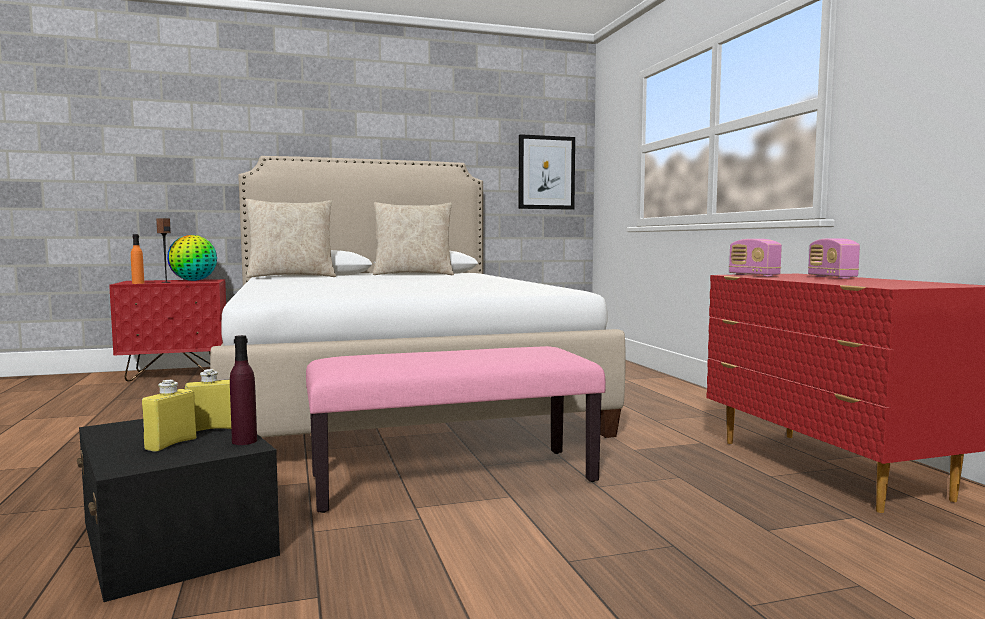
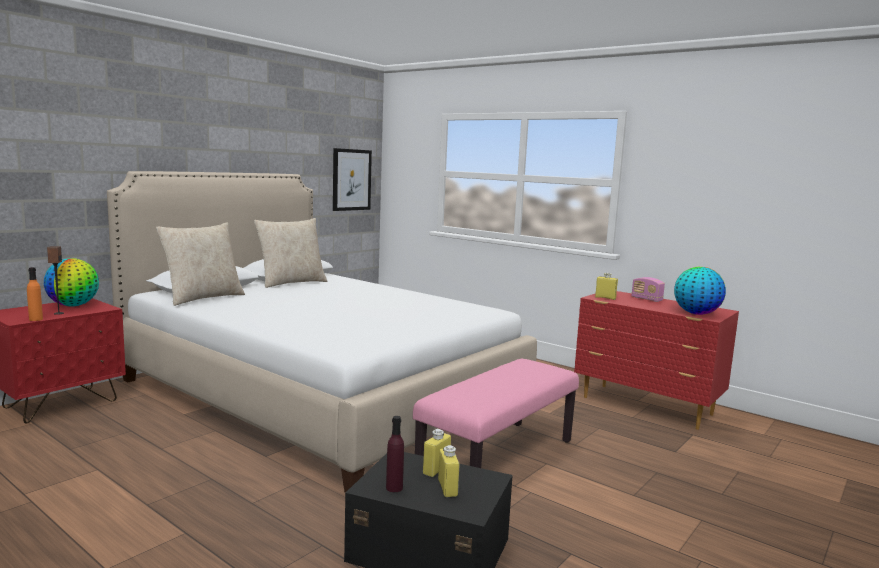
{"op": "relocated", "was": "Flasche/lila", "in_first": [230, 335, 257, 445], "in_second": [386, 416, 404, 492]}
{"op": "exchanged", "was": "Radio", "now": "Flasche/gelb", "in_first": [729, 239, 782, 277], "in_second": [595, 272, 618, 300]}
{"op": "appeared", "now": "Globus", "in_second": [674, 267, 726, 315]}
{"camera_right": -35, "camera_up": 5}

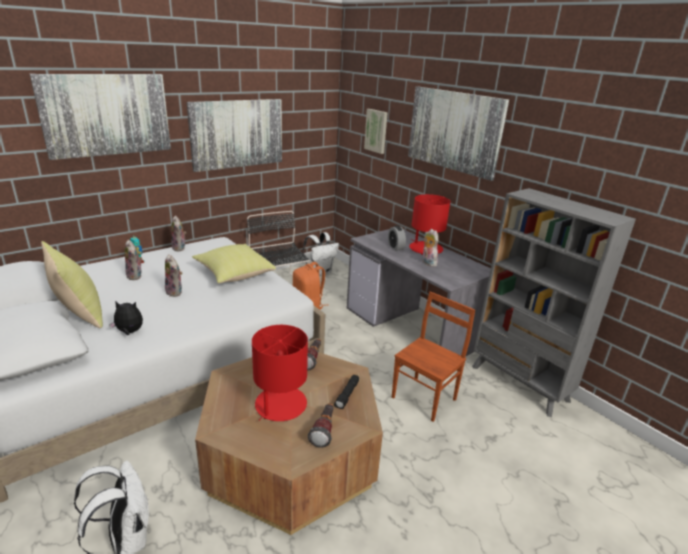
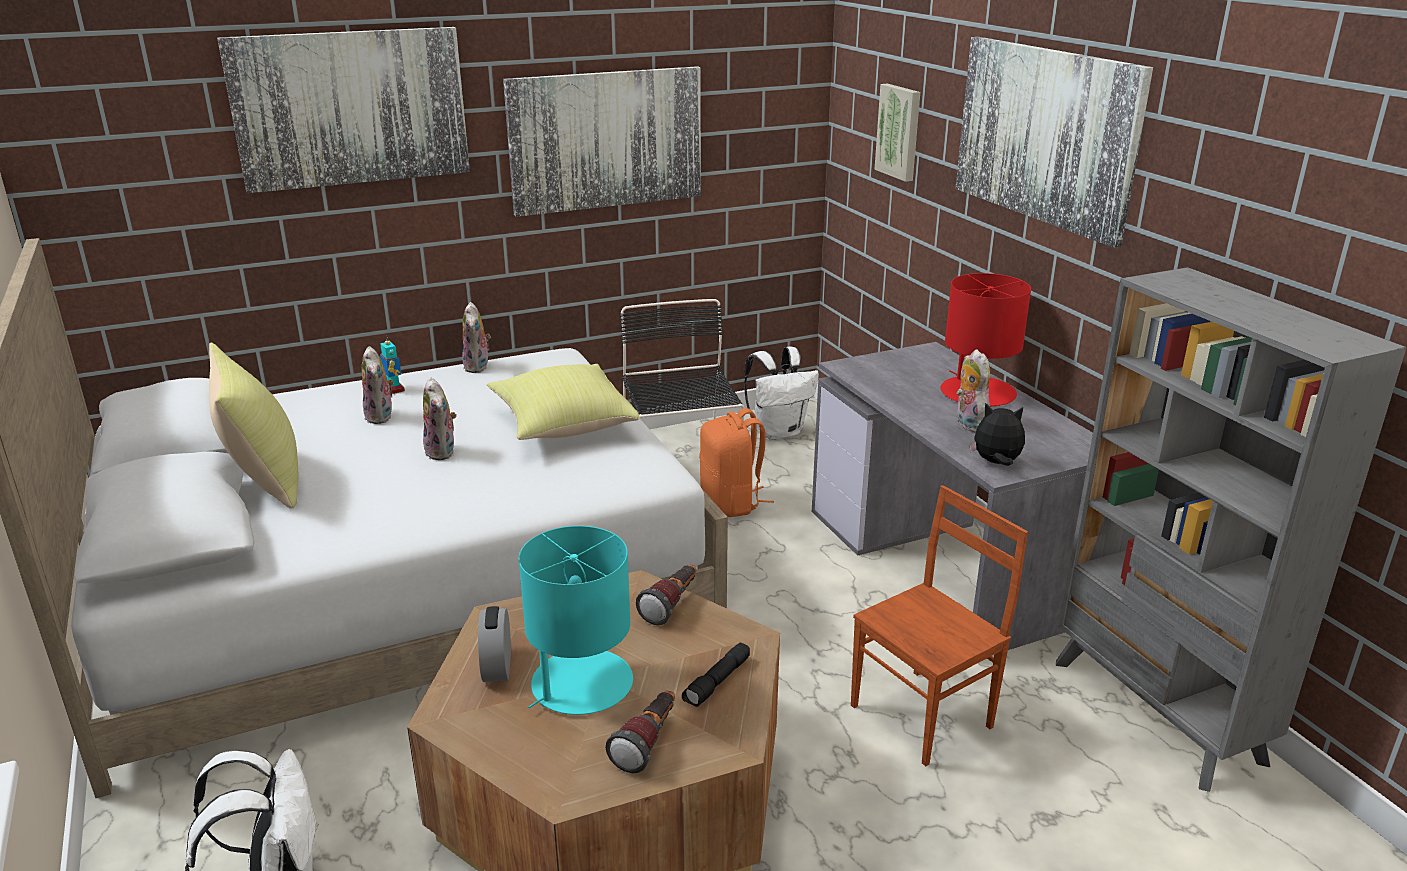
{"op": "relocated", "was": "Plüschtier", "in_first": [109, 301, 143, 335], "in_second": [970, 403, 1025, 466]}
{"op": "colour", "was": "Tischlampe/rot", "now": "Tischlampe/türkis", "in_first": [252, 325, 308, 421], "in_second": [519, 526, 633, 715]}
{"op": "relocated", "was": "Wecker", "in_first": [388, 225, 406, 251], "in_second": [478, 606, 511, 682]}
{"camera_right": 15, "camera_up": 0}

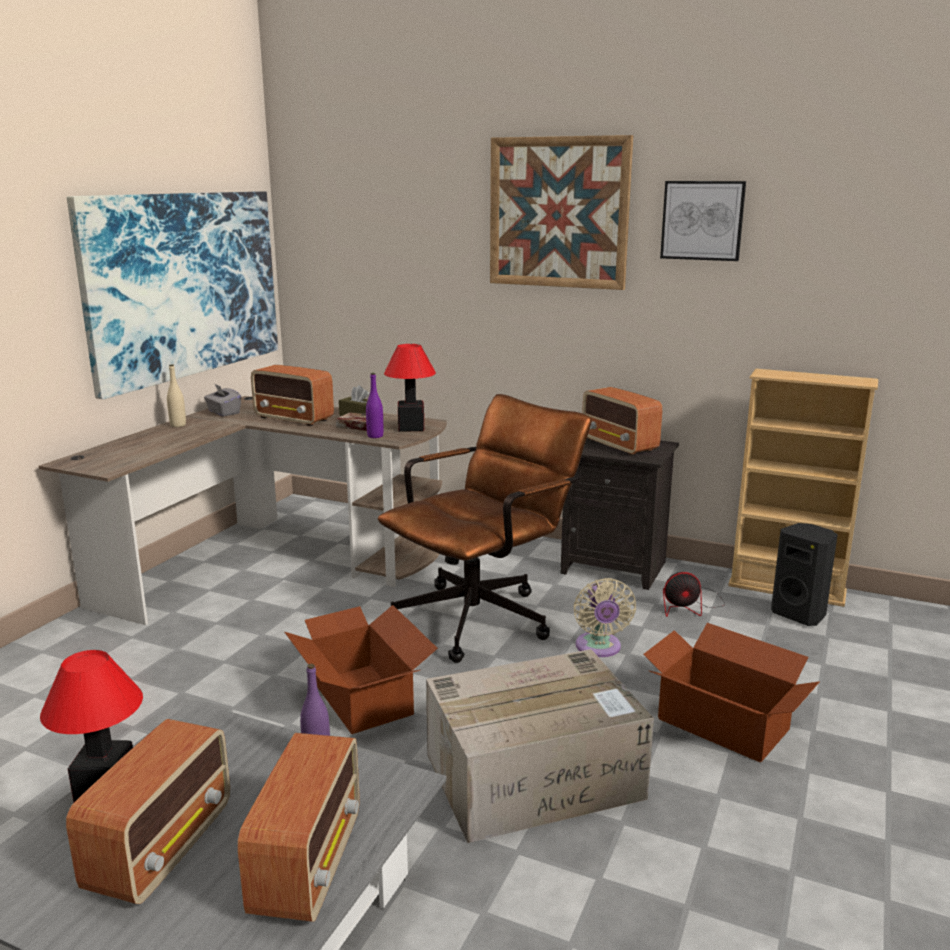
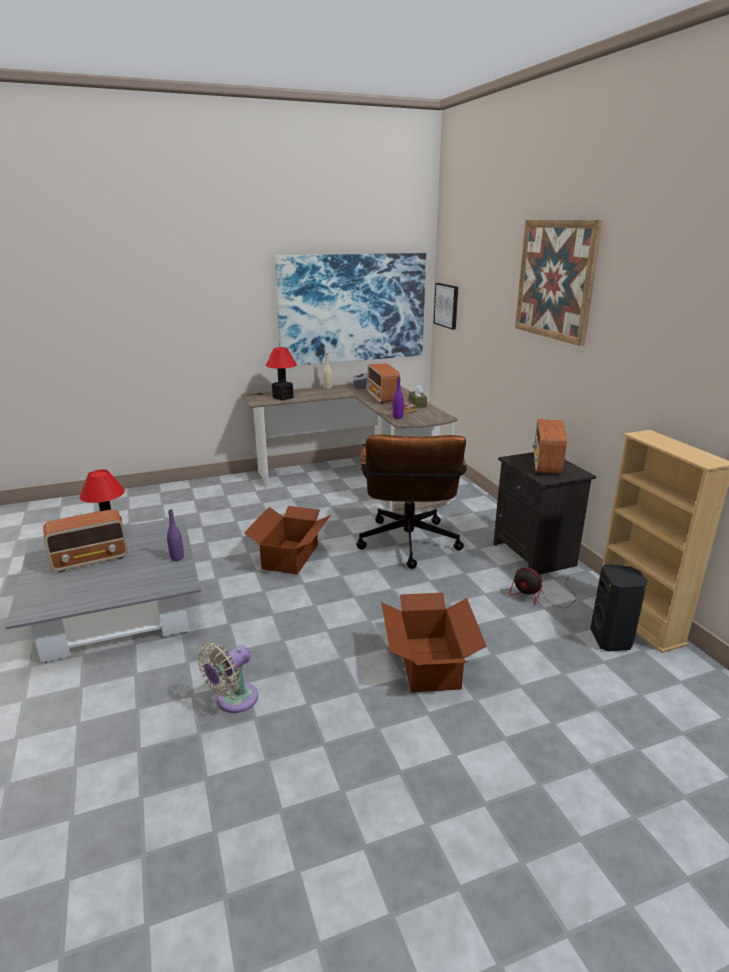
{"op": "missing", "was": "Radio", "in_first": [238, 733, 359, 922]}
{"op": "spun", "was": "Bürostuhl/braun", "in_first": [378, 394, 591, 663], "in_second": [356, 434, 467, 569], "clockwise": 90}
{"op": "relocated", "was": "Tischlampe", "in_first": [384, 344, 436, 432], "in_second": [266, 347, 297, 401]}
{"op": "missing", "was": "Karton", "in_first": [426, 649, 654, 843]}
{"op": "relocated", "was": "Ventilator/beige", "in_first": [574, 578, 636, 657], "in_second": [198, 643, 258, 713]}
{"op": "relocated", "was": "Bild", "in_first": [660, 181, 746, 261], "in_second": [434, 283, 458, 330]}
{"camera_right": 45, "camera_up": 5}

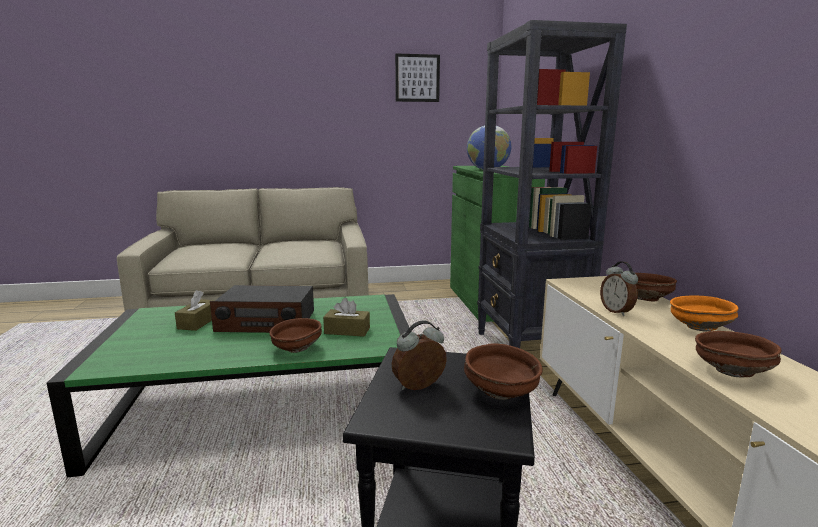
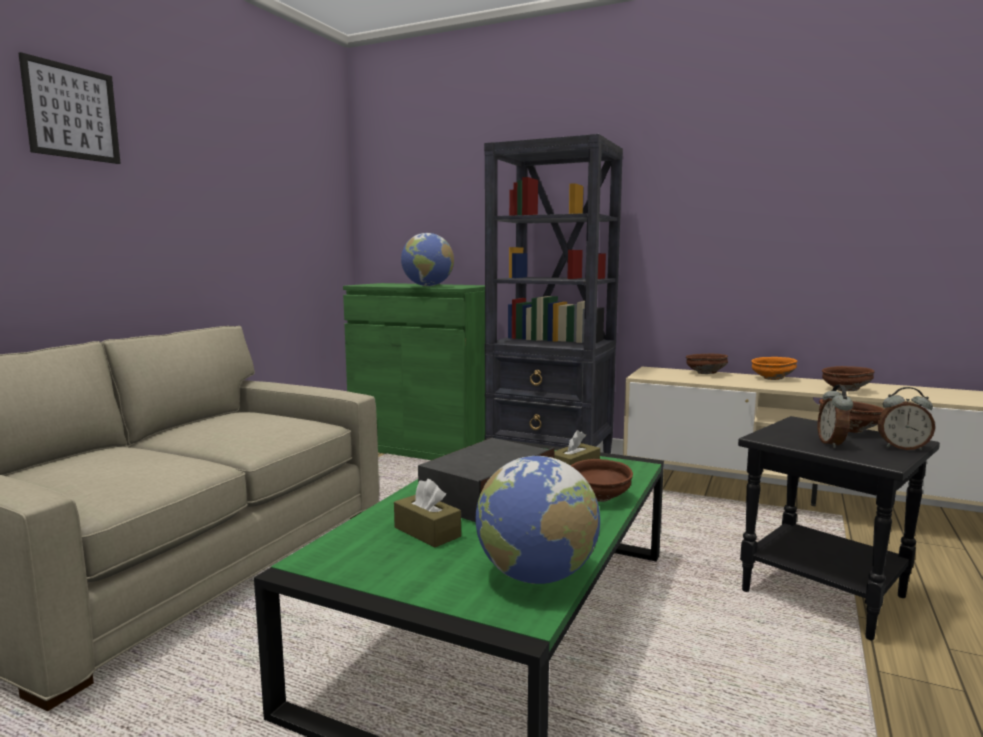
{"op": "relocated", "was": "Bild", "in_first": [395, 53, 440, 102], "in_second": [18, 52, 121, 164]}
{"op": "relocated", "was": "Wecker", "in_first": [600, 261, 638, 316], "in_second": [877, 387, 935, 451]}
{"op": "appeared", "now": "Globus", "in_second": [476, 456, 600, 584]}
{"camera_right": -55, "camera_up": -5}

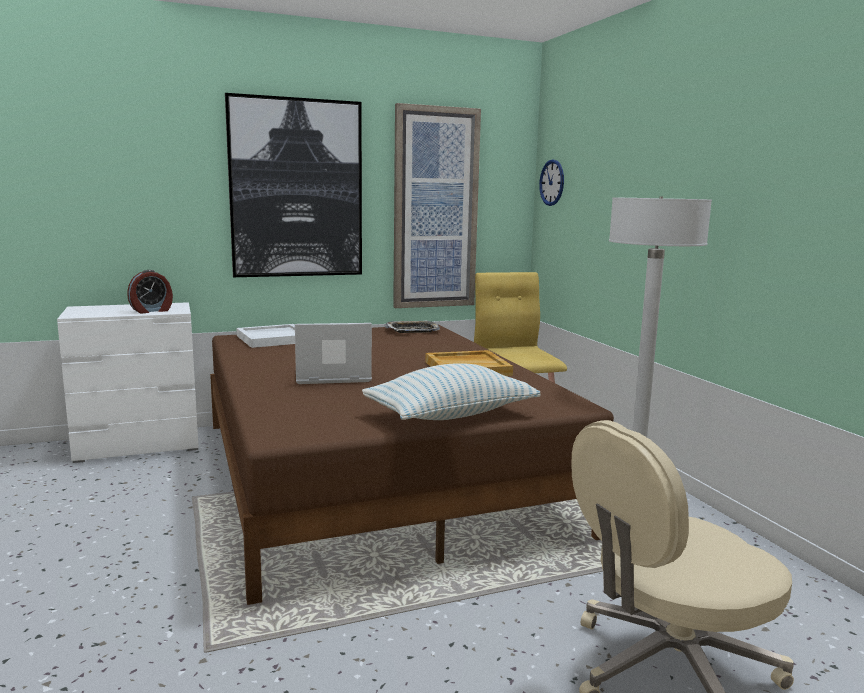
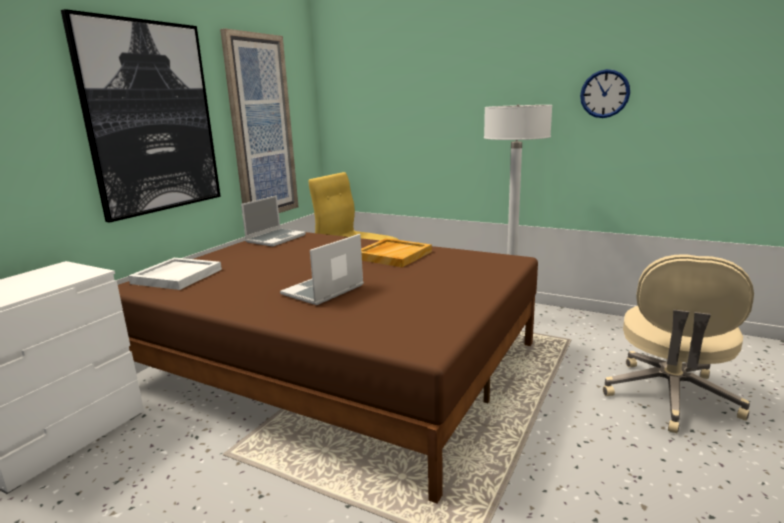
{"op": "missing", "was": "Wecker", "in_first": [127, 270, 173, 313]}
{"op": "missing", "was": "Kissen", "in_first": [362, 363, 541, 420]}
{"op": "exchanged", "was": "Tablett", "now": "Laptop", "in_first": [384, 320, 440, 333], "in_second": [241, 195, 306, 246]}
{"op": "relocated", "was": "Wanduhr", "in_first": [539, 159, 564, 206], "in_second": [580, 69, 630, 118]}
{"camera_right": -40, "camera_up": 5}

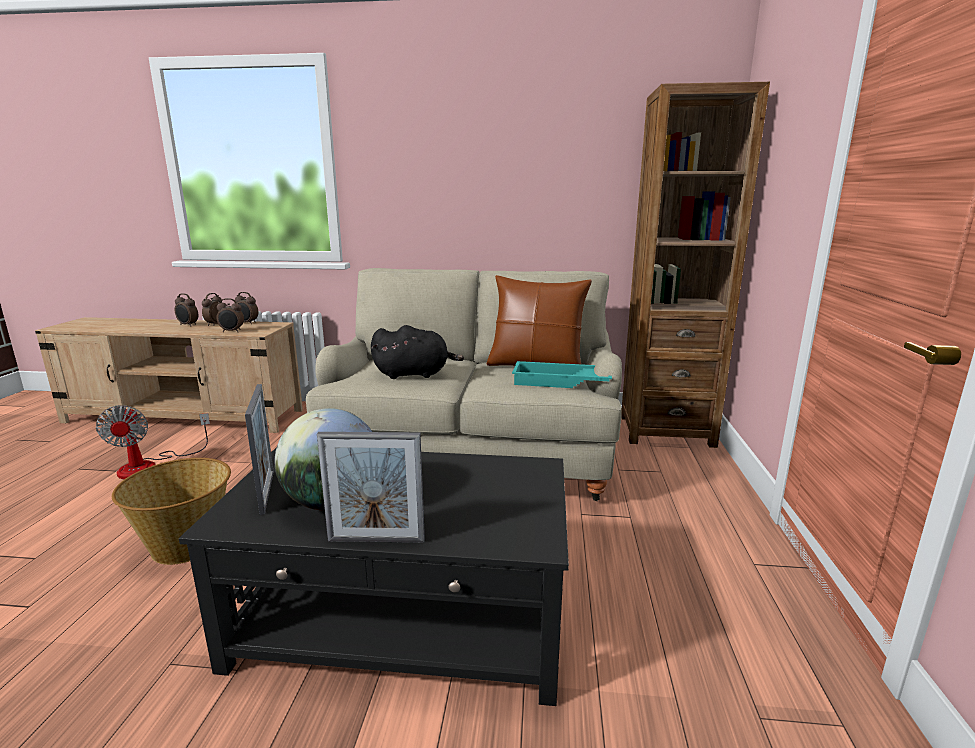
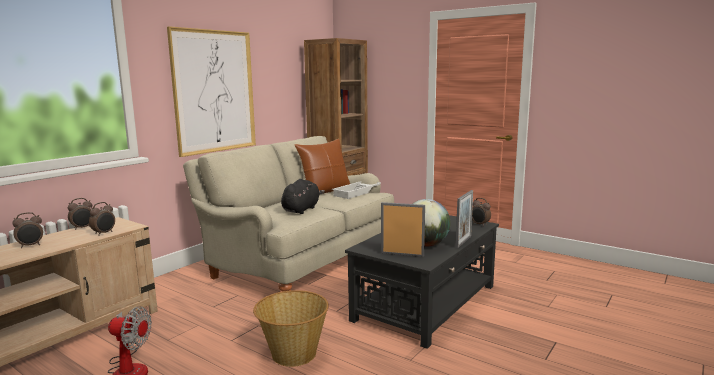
{"op": "relocated", "was": "Wecker", "in_first": [202, 293, 222, 326], "in_second": [472, 198, 491, 227]}
{"op": "colour", "was": "Tablett/türkis", "now": "Tablett/weiß", "in_first": [512, 361, 612, 388], "in_second": [332, 182, 381, 199]}
{"op": "appeared", "now": "Bild", "in_second": [167, 26, 256, 157]}
{"camera_right": -60, "camera_up": -5}

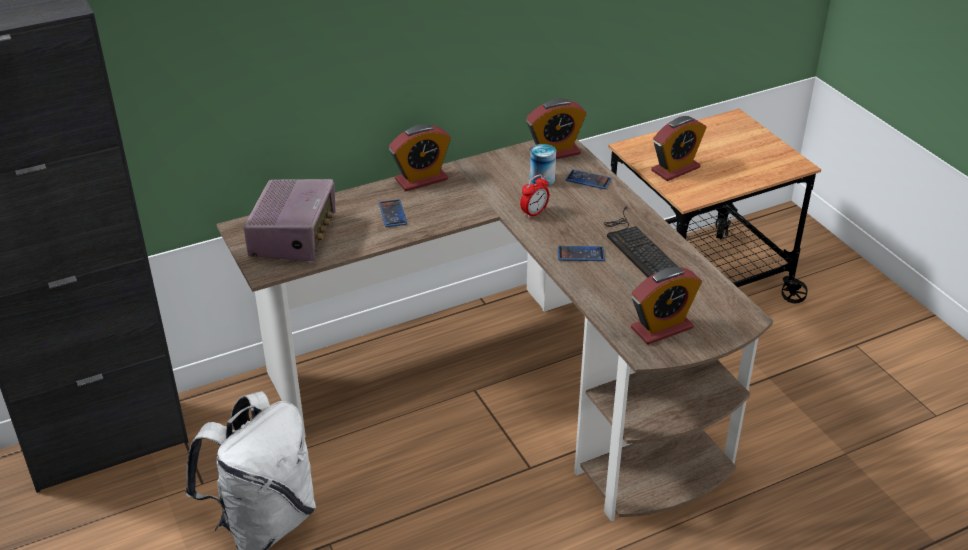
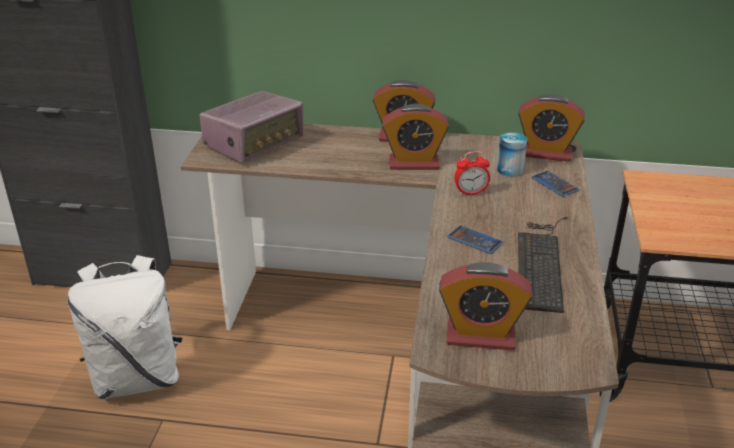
{"op": "missing", "was": "Handy", "in_first": [379, 199, 407, 227]}
{"op": "relocated", "was": "Wecker", "in_first": [651, 116, 706, 181], "in_second": [382, 104, 449, 170]}
{"camera_right": 35, "camera_up": -5}

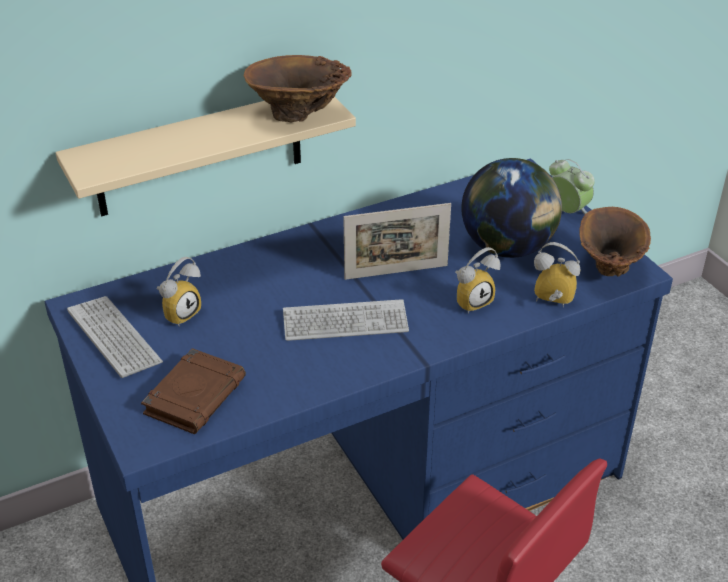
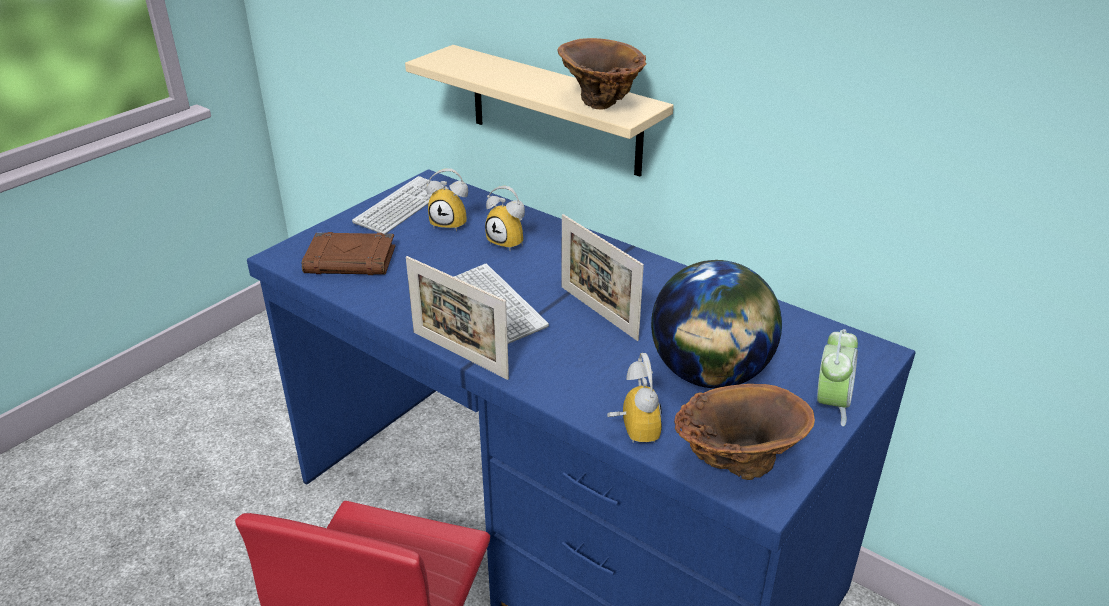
{"op": "relocated", "was": "Wecker", "in_first": [455, 247, 500, 314], "in_second": [485, 186, 525, 250]}
{"op": "appeared", "now": "Bilderrahmen", "in_second": [406, 256, 509, 380]}
{"camera_right": 65, "camera_up": -5}

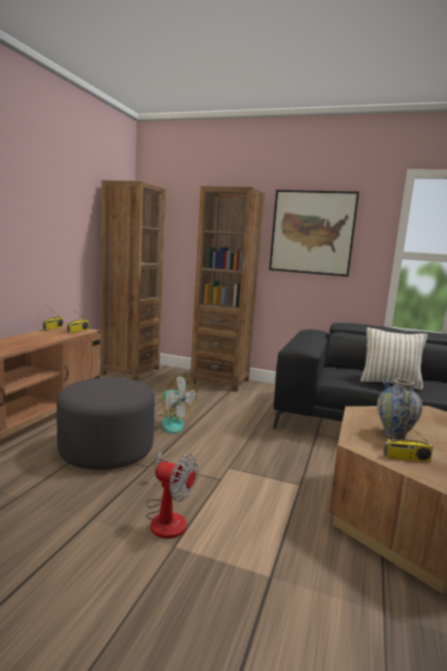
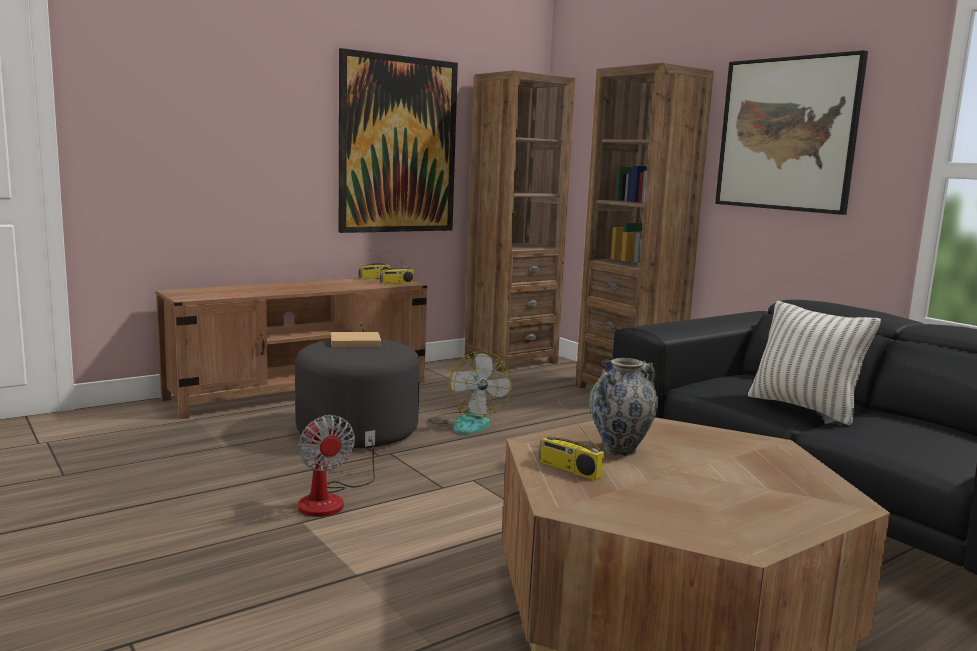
{"op": "appeared", "now": "Buch/beige", "in_second": [331, 332, 381, 347]}
{"op": "appeared", "now": "Bild", "in_second": [339, 48, 458, 233]}
{"camera_right": 35, "camera_up": 0}

